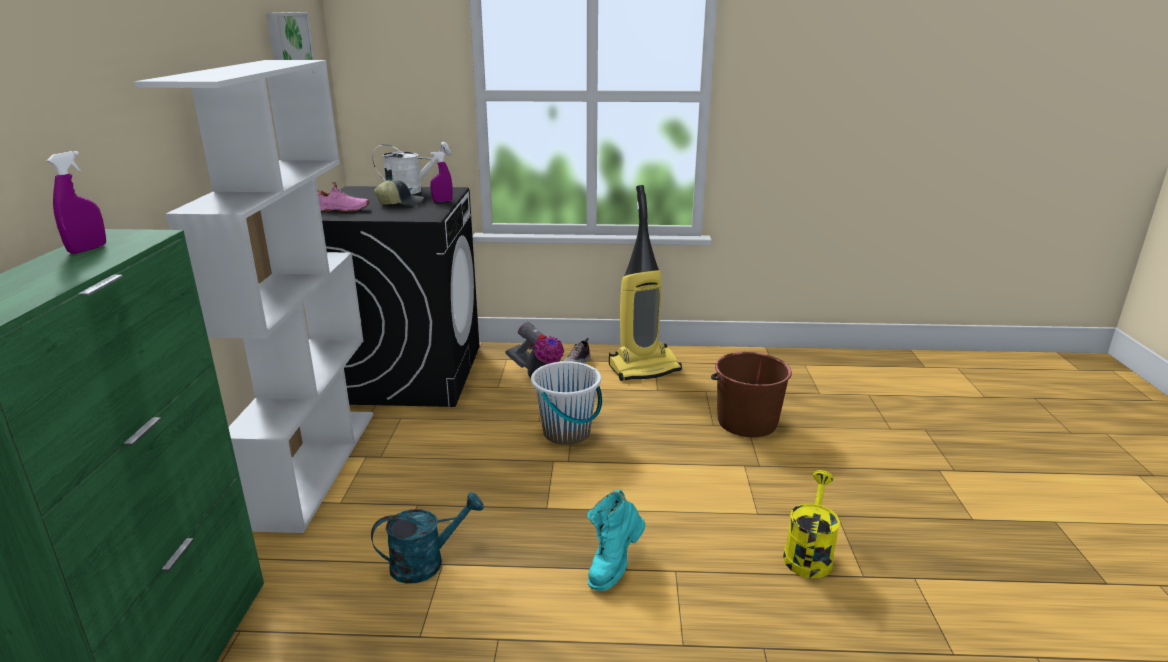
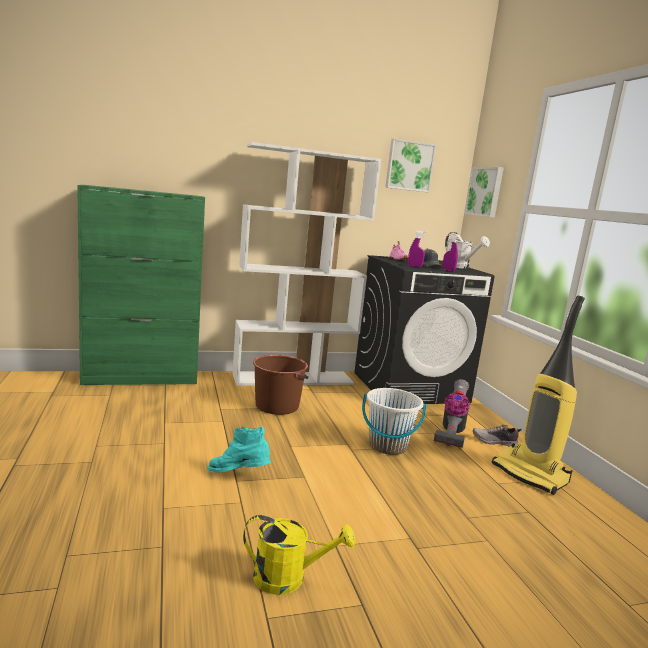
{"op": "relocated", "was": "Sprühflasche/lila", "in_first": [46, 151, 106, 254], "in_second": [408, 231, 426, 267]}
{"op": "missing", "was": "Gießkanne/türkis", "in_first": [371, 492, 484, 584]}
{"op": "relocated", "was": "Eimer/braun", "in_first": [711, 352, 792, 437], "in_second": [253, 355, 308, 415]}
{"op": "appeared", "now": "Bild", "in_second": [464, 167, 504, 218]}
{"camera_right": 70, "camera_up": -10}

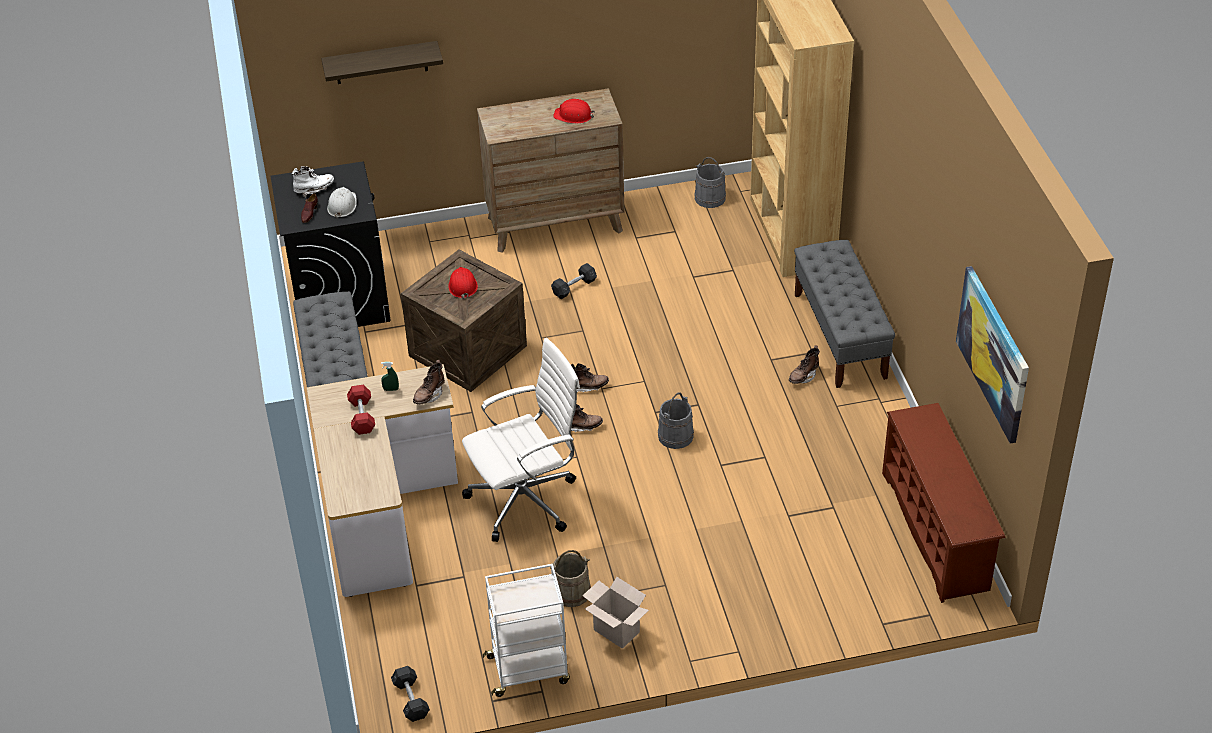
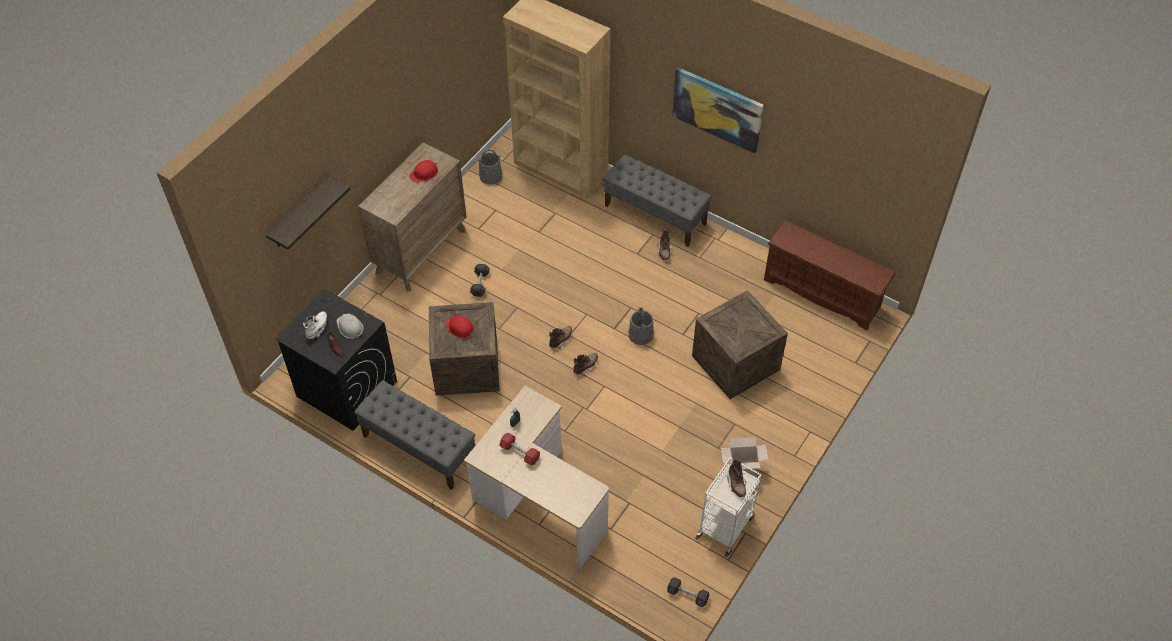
{"op": "relocated", "was": "Stiefel/braun", "in_first": [413, 360, 445, 405], "in_second": [726, 458, 746, 497]}
{"op": "missing", "was": "Bürostuhl/weiß", "in_first": [462, 338, 580, 542]}
{"op": "missing", "was": "Eimer/beige", "in_first": [550, 550, 591, 607]}
{"op": "relocated", "was": "Bild", "in_first": [956, 266, 1029, 443], "in_second": [672, 67, 764, 154]}
{"op": "appeared", "now": "Kiste", "in_second": [692, 290, 788, 399]}
{"camera_right": -45, "camera_up": 10}

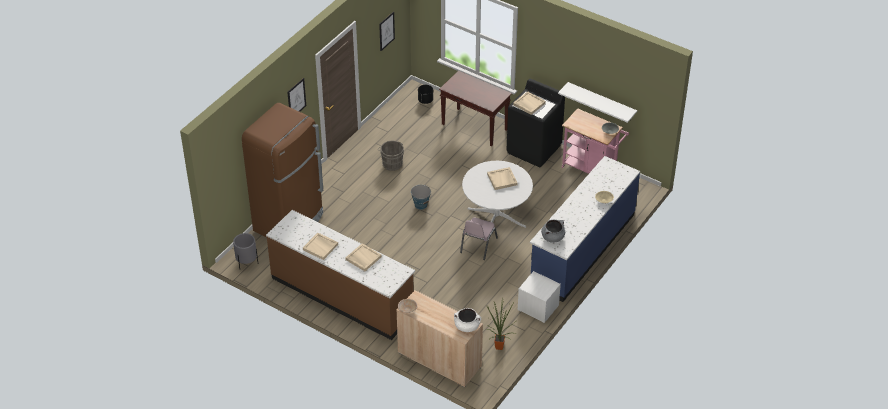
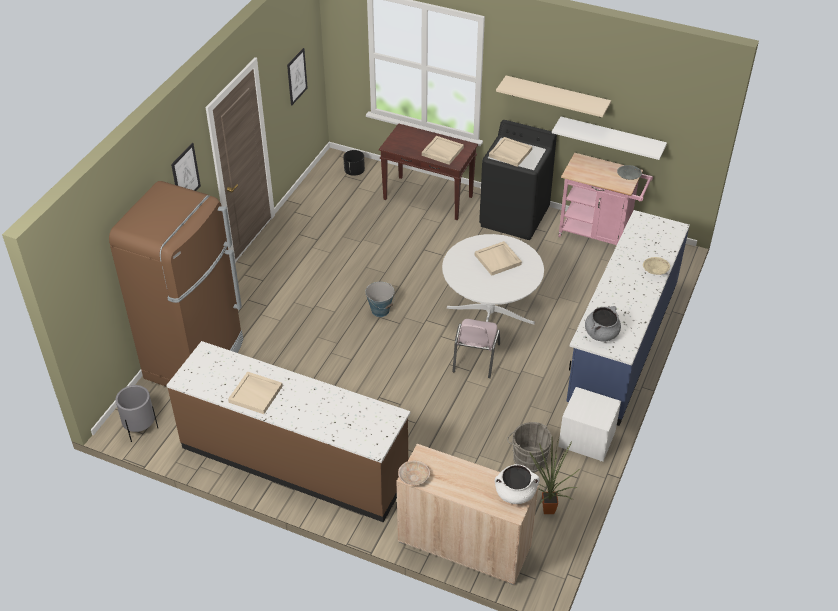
{"op": "relocated", "was": "Tablett/beige", "in_first": [345, 243, 382, 271], "in_second": [422, 136, 464, 165]}
{"op": "relocated", "was": "Eimer/grau", "in_first": [378, 141, 404, 171], "in_second": [507, 422, 552, 472]}
{"op": "appeared", "now": "Wandregal/beige", "in_second": [496, 76, 611, 117]}
{"camera_right": -10, "camera_up": 0}

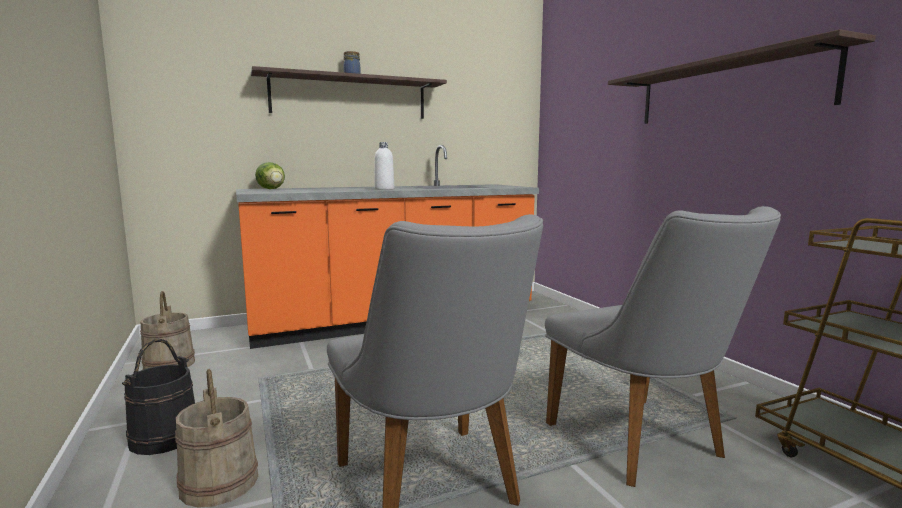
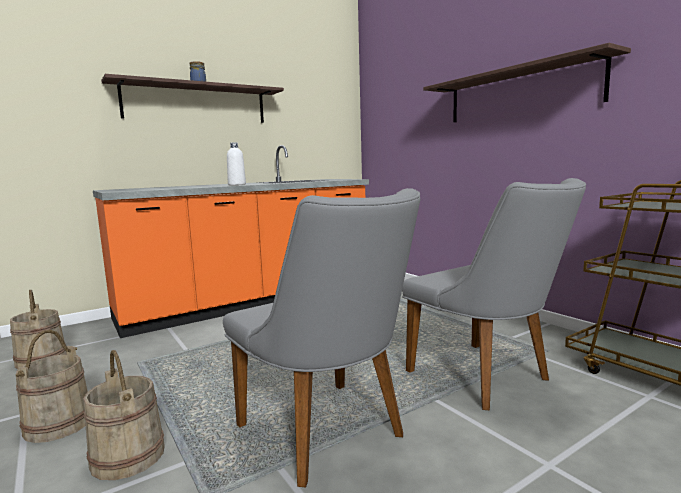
{"op": "colour", "was": "Eimer/schwarz", "now": "Eimer/beige", "in_first": [122, 339, 195, 455], "in_second": [15, 330, 88, 443]}
{"op": "missing", "was": "Salatkopf", "in_first": [255, 162, 285, 189]}
{"camera_right": -10, "camera_up": 0}

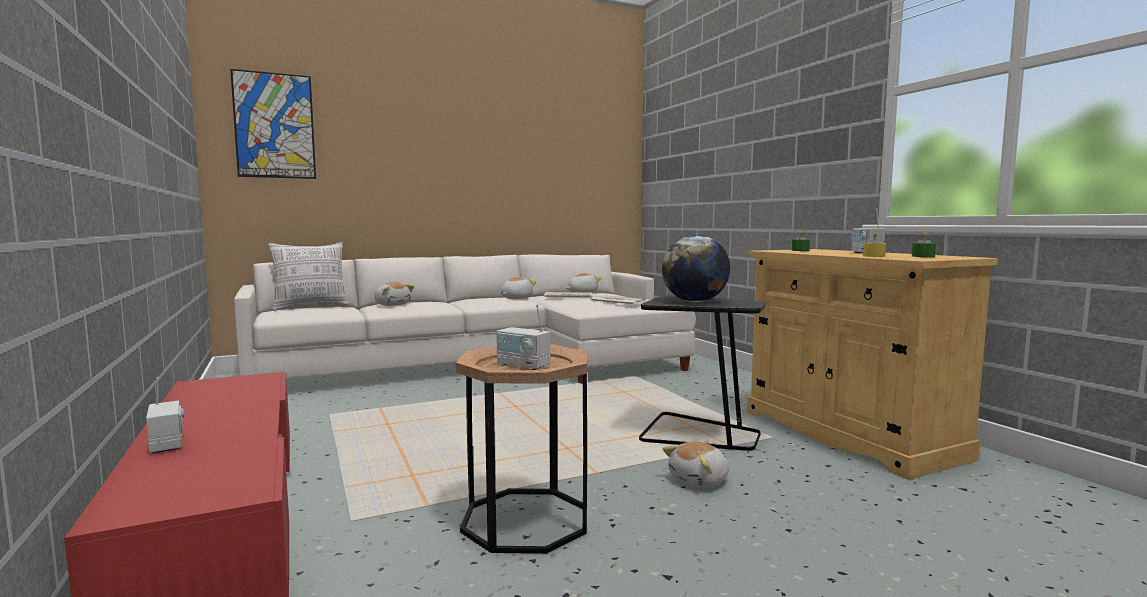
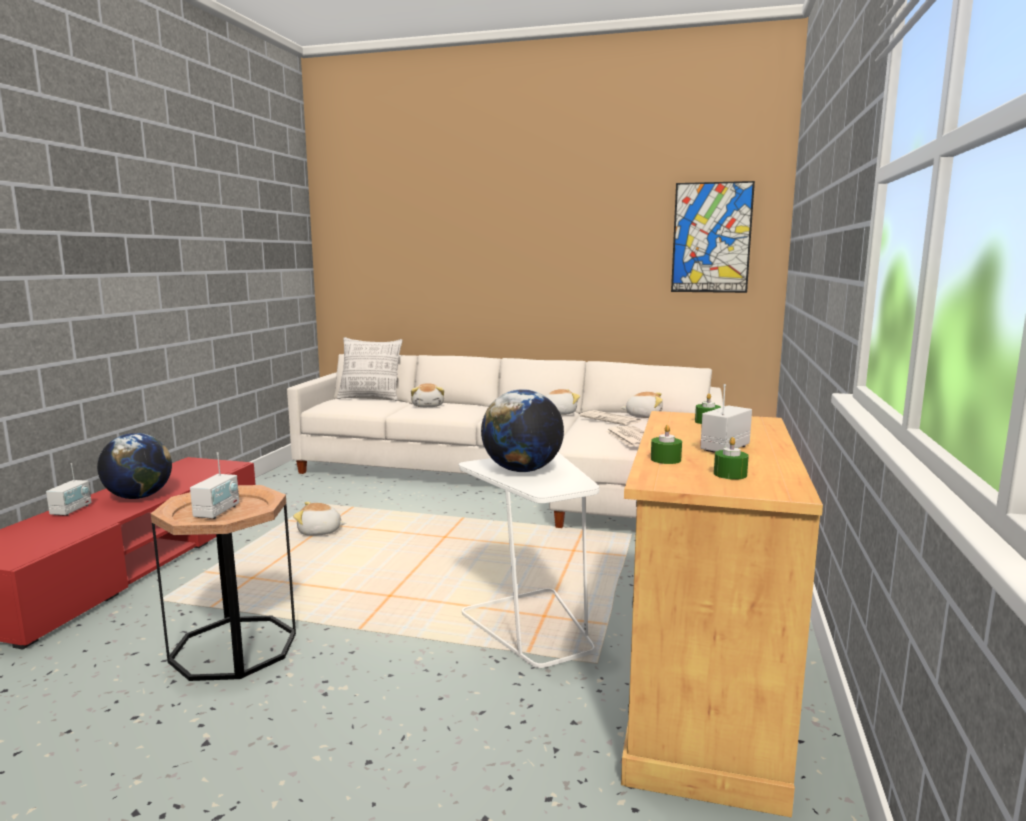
{"op": "relocated", "was": "Bild", "in_first": [230, 69, 316, 179], "in_second": [671, 181, 755, 293]}
{"op": "spun", "was": "Radio", "in_first": [496, 305, 550, 370], "in_second": [190, 452, 239, 519], "clockwise": -150}
{"op": "colour", "was": "Beistelltisch/schwarz", "now": "Beistelltisch/weiß", "in_first": [639, 294, 766, 451], "in_second": [459, 452, 599, 668]}
{"op": "relocated", "was": "Plüschtier", "in_first": [662, 441, 729, 488], "in_second": [293, 502, 346, 536]}
{"op": "colour", "was": "Kerze/gelb", "now": "Kerze/grün", "in_first": [863, 232, 886, 257], "in_second": [651, 425, 682, 464]}
{"op": "appeared", "now": "Globus", "in_second": [97, 433, 172, 499]}
{"camera_right": 40, "camera_up": 5}

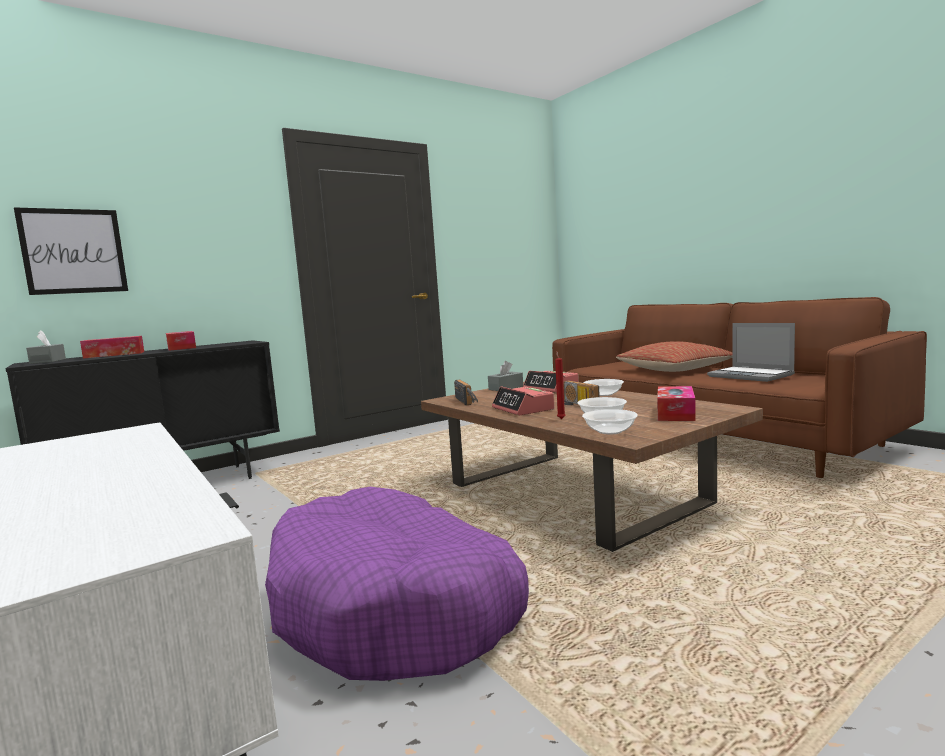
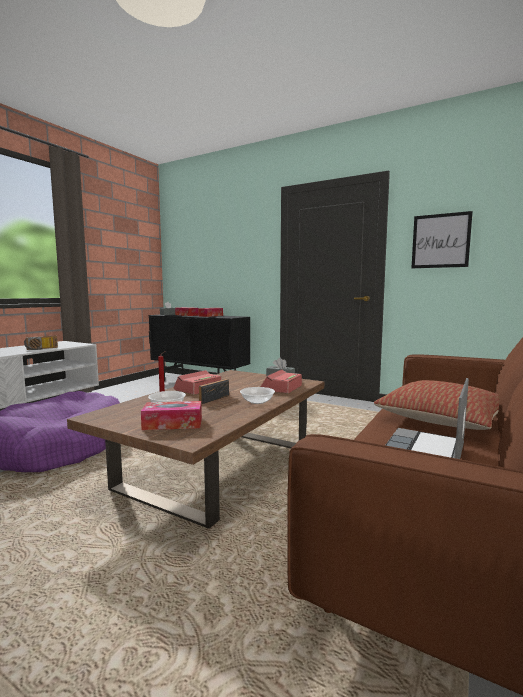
{"op": "relocated", "was": "Bild", "in_first": [14, 207, 128, 295], "in_second": [411, 211, 473, 268]}
{"op": "relocated", "was": "Radio", "in_first": [454, 379, 478, 405], "in_second": [24, 336, 58, 350]}
{"op": "missing", "was": "Schüssel", "in_first": [582, 409, 638, 434]}
{"camera_right": 65, "camera_up": 0}

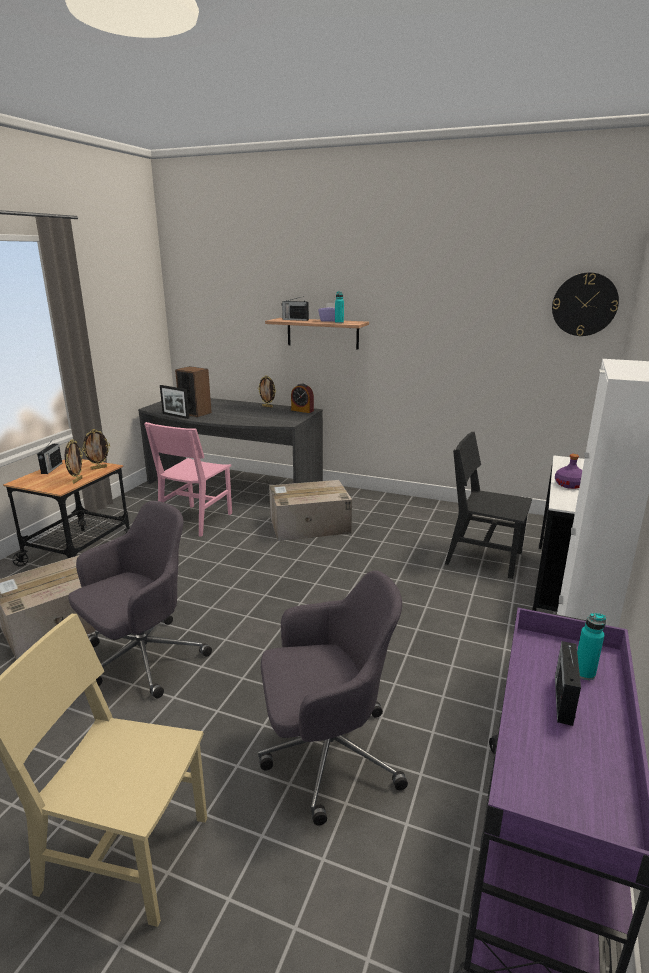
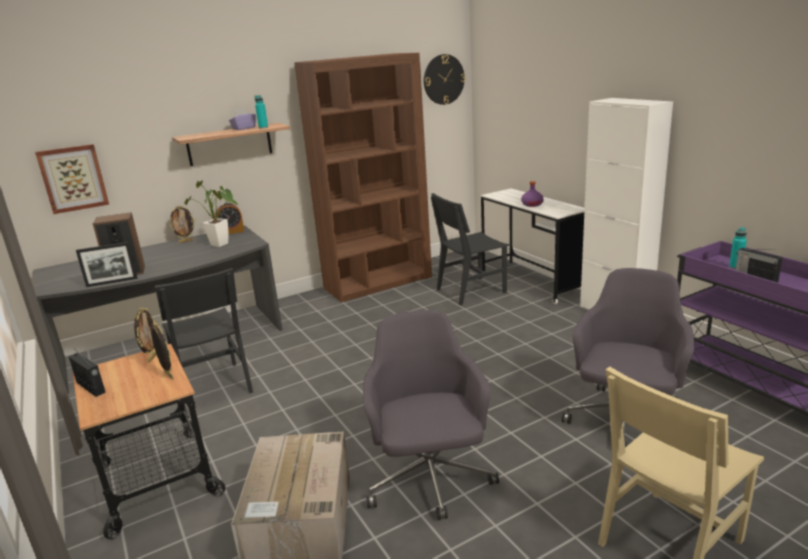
{"op": "colour", "was": "Stuhl/rosa", "now": "Stuhl/schwarz", "in_first": [144, 422, 232, 537], "in_second": [155, 268, 253, 393]}
{"op": "missing", "was": "Karton", "in_first": [269, 480, 352, 541]}
{"op": "missing", "was": "Radio", "in_first": [282, 296, 309, 321]}
{"op": "appeared", "now": "Bild", "in_second": [35, 144, 109, 214]}
{"op": "appeared", "now": "Topfpflanze", "in_second": [184, 181, 238, 247]}
{"op": "appeared", "now": "Bücherregal/braun", "in_second": [294, 53, 432, 302]}
{"camera_right": -50, "camera_up": 0}

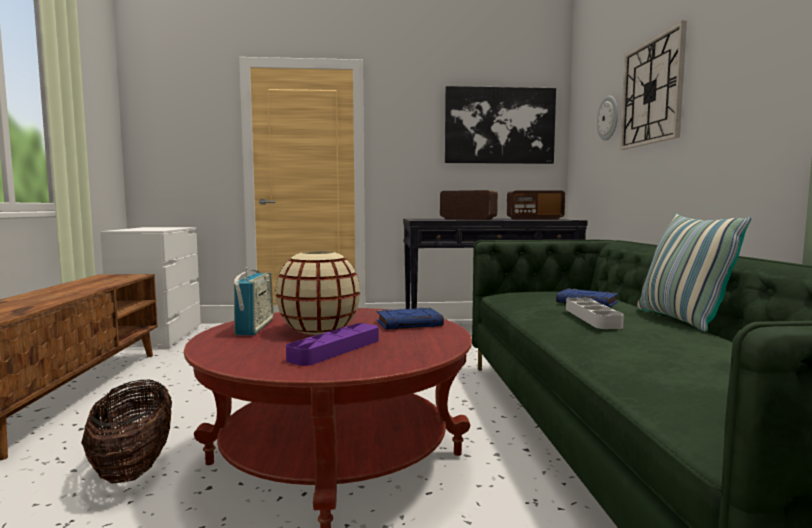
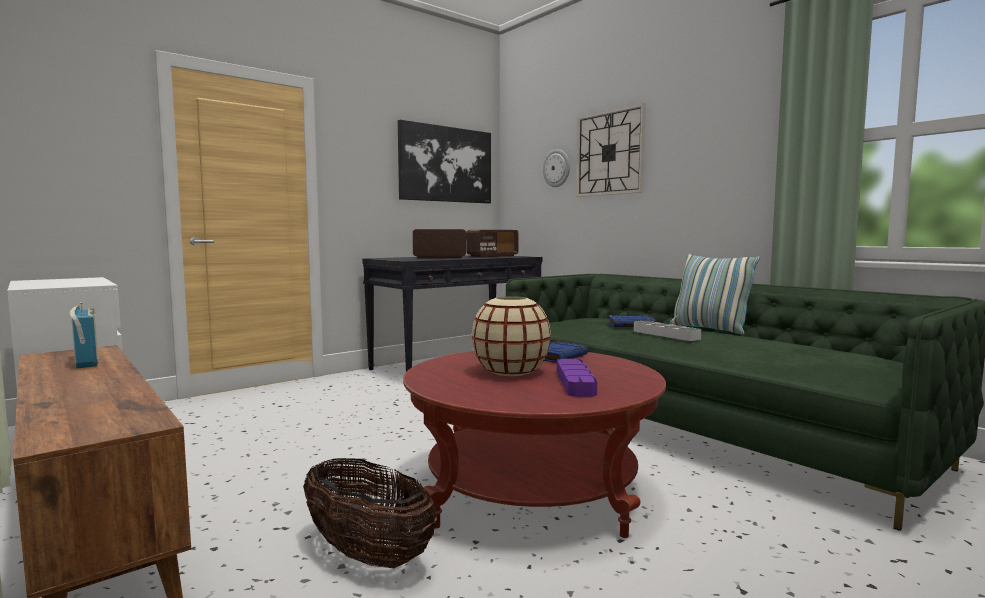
{"op": "relocated", "was": "Radio", "in_first": [234, 267, 274, 335], "in_second": [70, 302, 98, 369]}
{"camera_right": -35, "camera_up": 0}

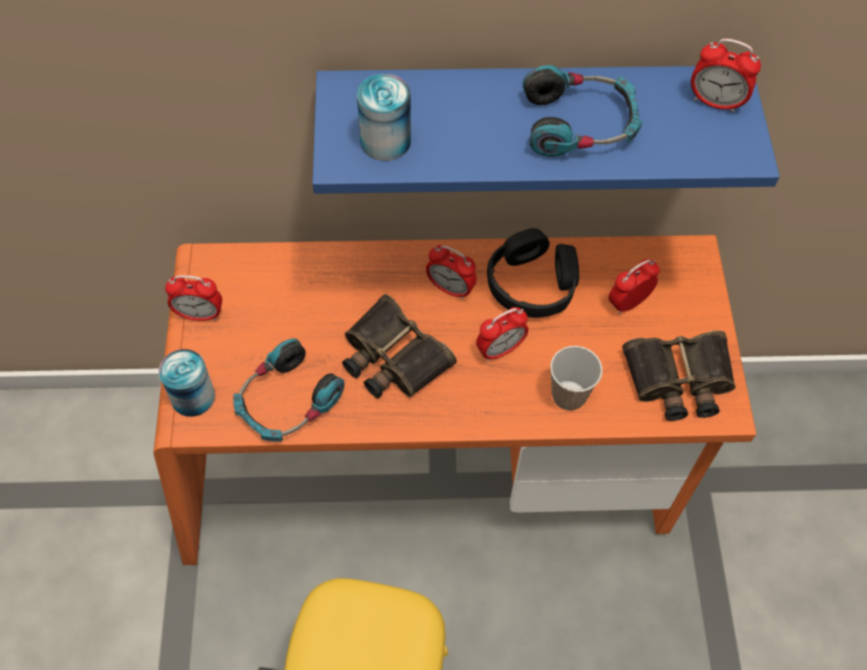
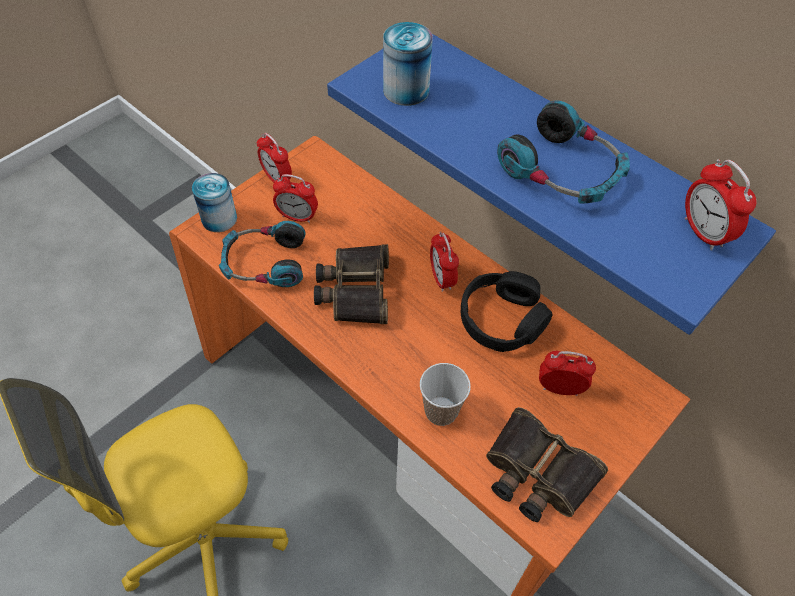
{"op": "relocated", "was": "Wecker", "in_first": [476, 307, 528, 362], "in_second": [273, 174, 318, 223]}
{"camera_right": 45, "camera_up": -5}

